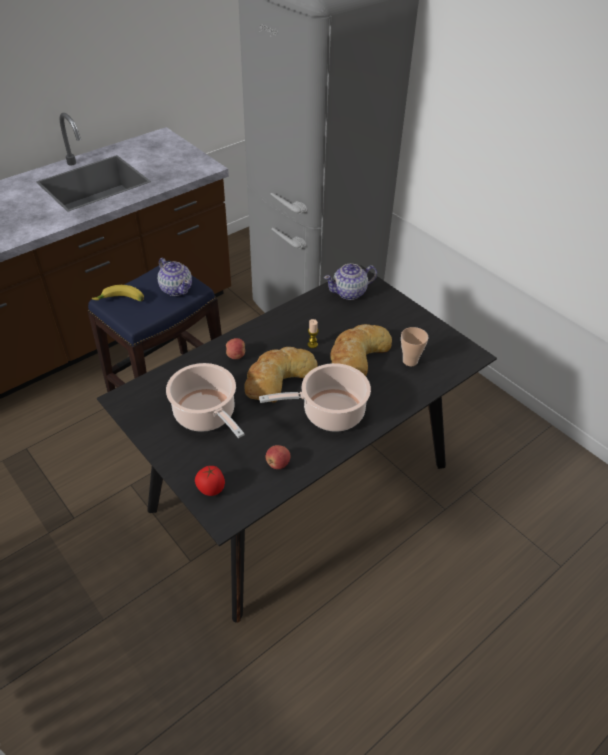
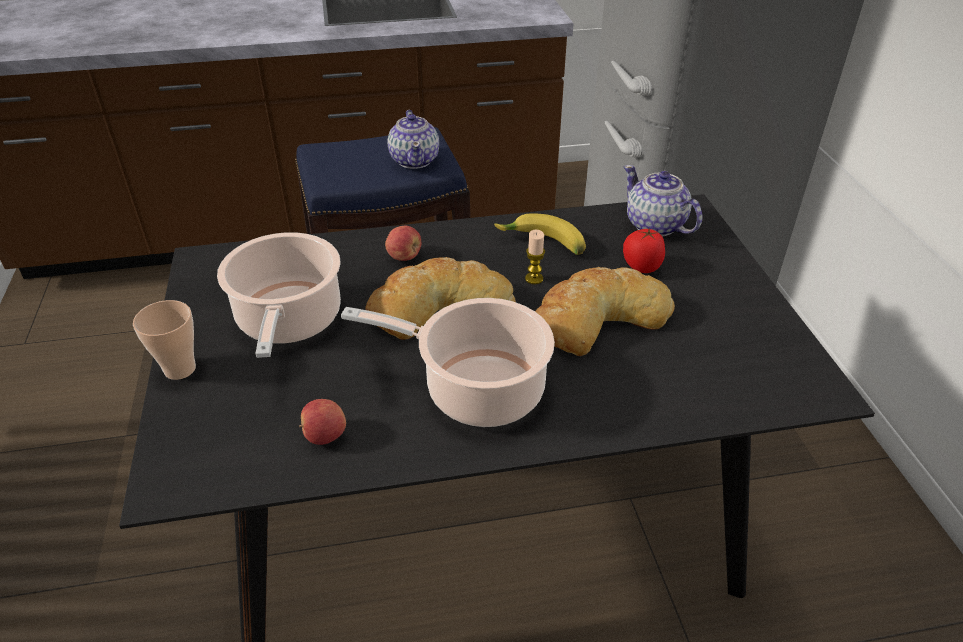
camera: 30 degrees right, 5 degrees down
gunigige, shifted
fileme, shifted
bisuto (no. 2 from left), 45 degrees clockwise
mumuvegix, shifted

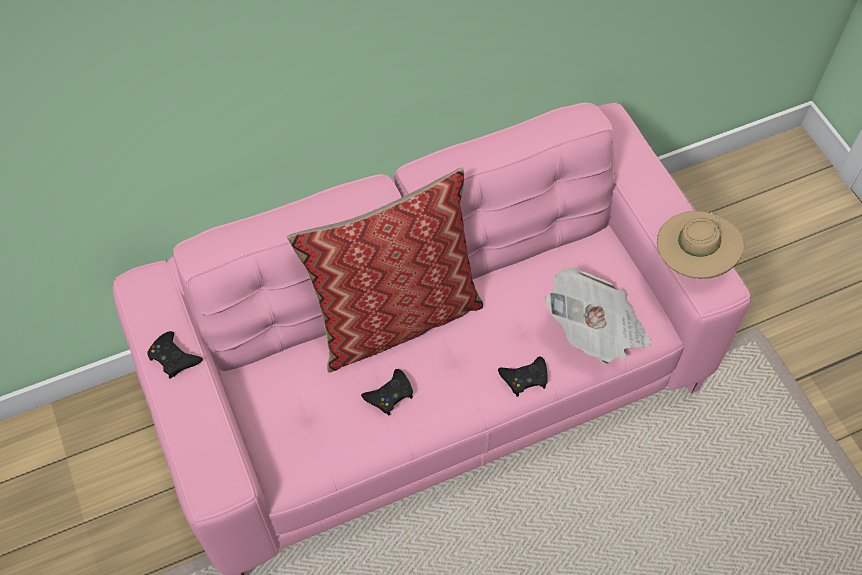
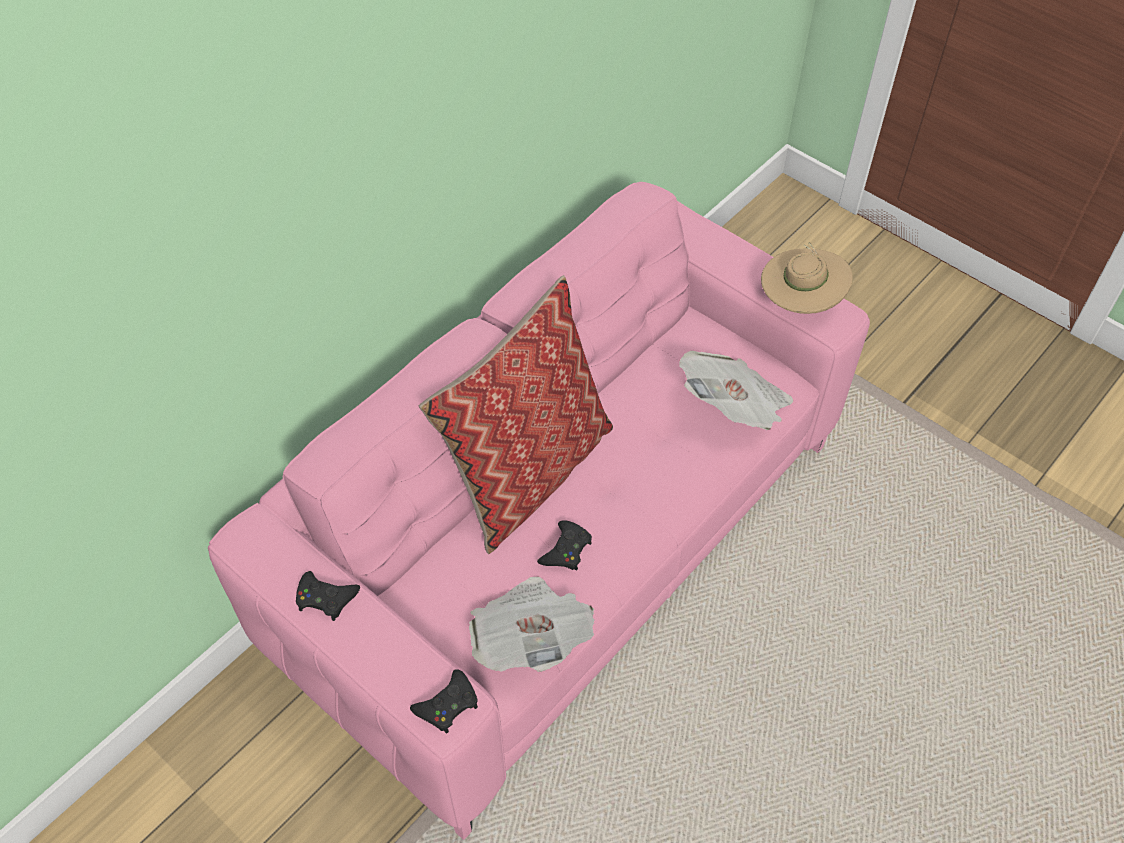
camera: 25 degrees left, 5 degrees down
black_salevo (no. 3 from left in the first image) → black_salevo (no. 2 from left), shifted
- → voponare (no. 1 from left)

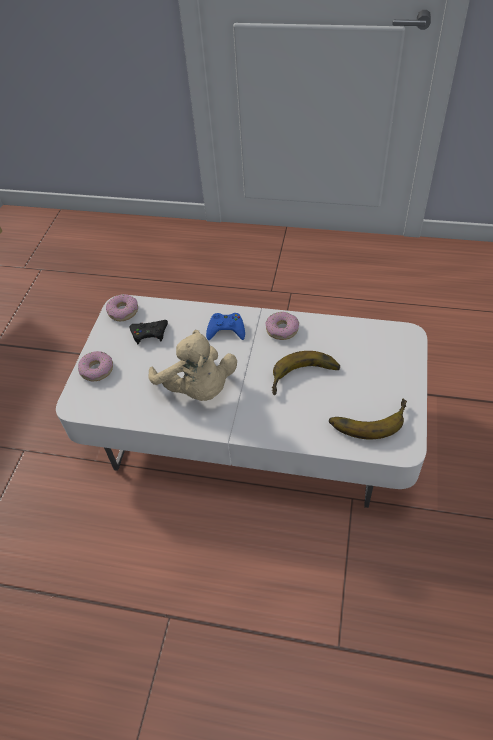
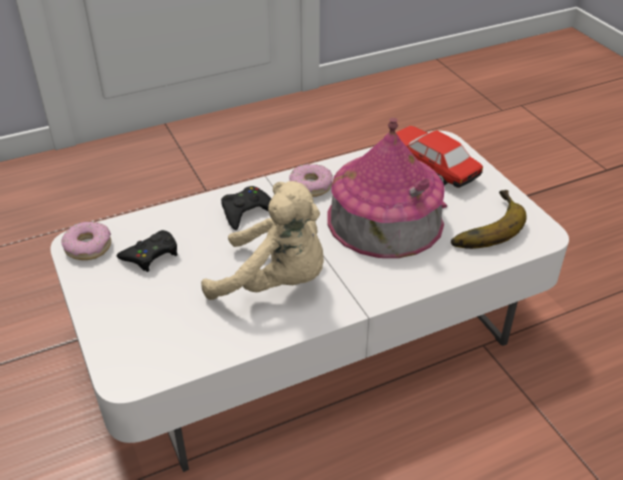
camera: 40 degrees left, 10 degrees down
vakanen (no. 1 from left) → -
blue_salevo → black_salevo (no. 2 from left)
gunigige (no. 1 from left) → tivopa
- → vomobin

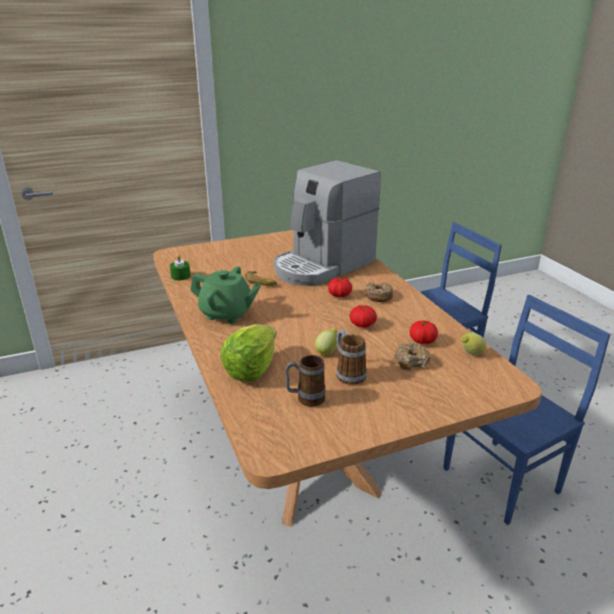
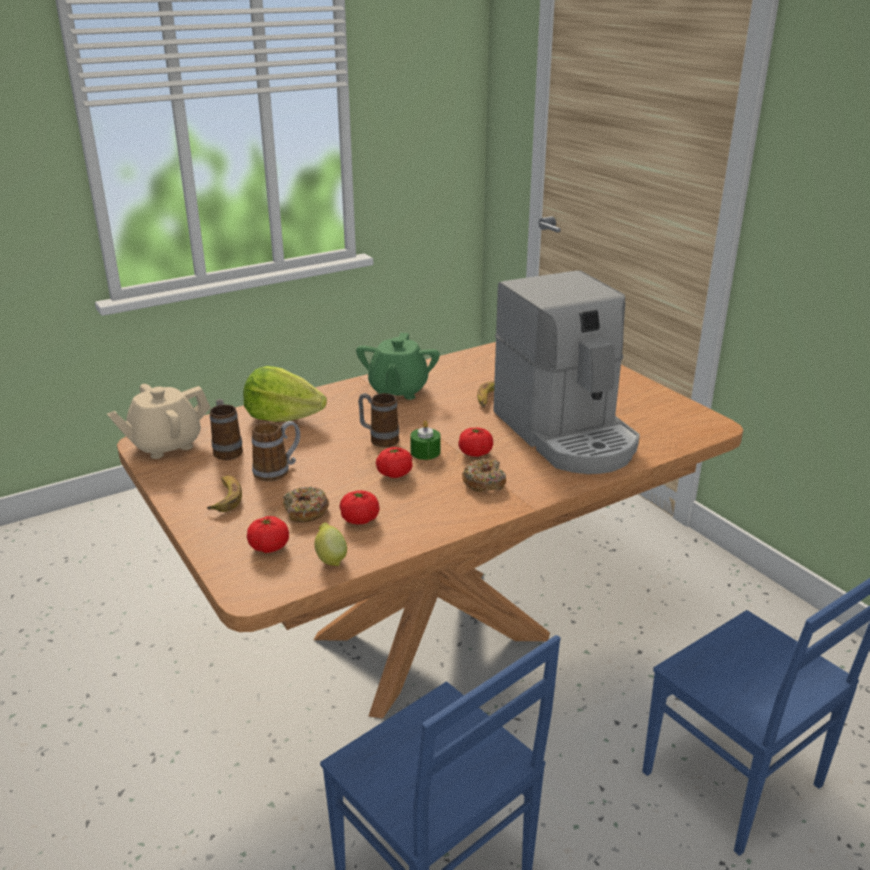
camera: 80 degrees right, 0 degrees up
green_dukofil, shifted
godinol, 150 degrees counterclockwise
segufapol (no. 1 from left) → -
- → beige_bisuto
- → gunigige (no. 1 from left)
- → fileme (no. 1 from left)
- → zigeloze (no. 3 from left)

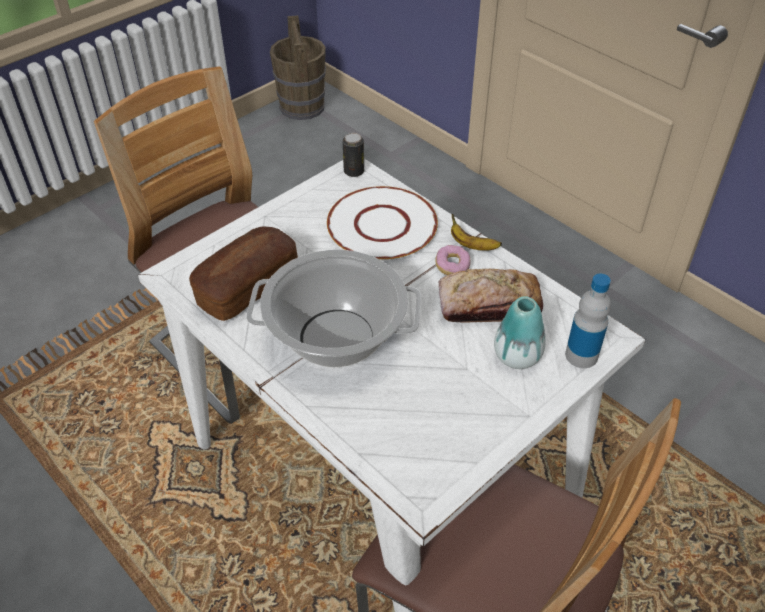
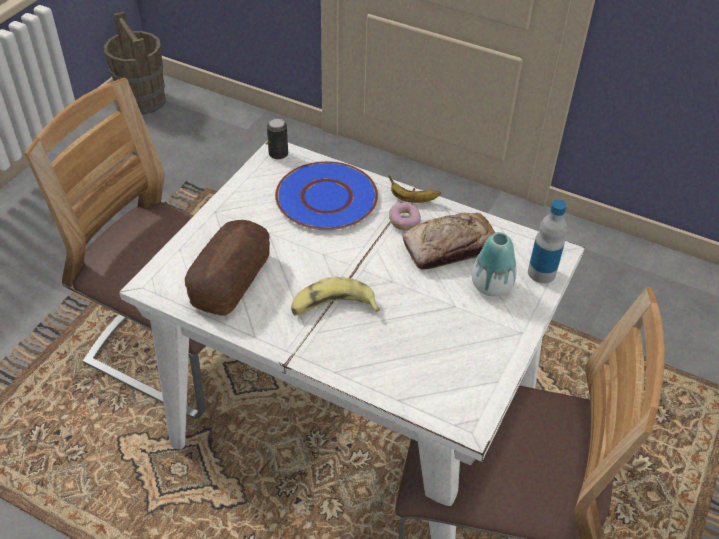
camera: 20 degrees left, 0 degrees up
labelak → gunigige (no. 1 from left)
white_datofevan → blue_datofevan

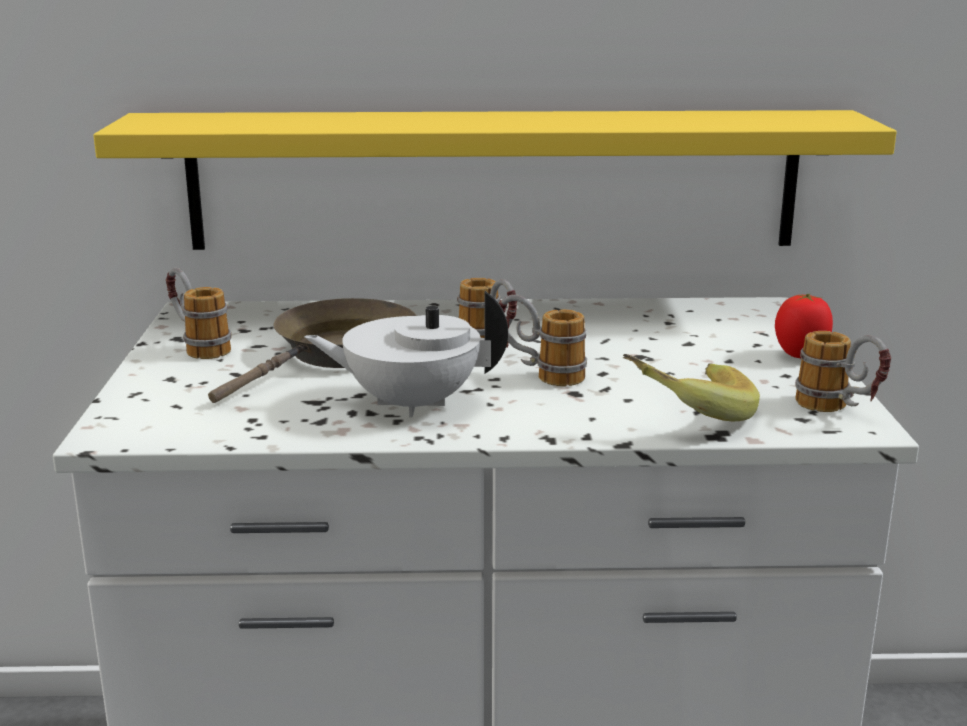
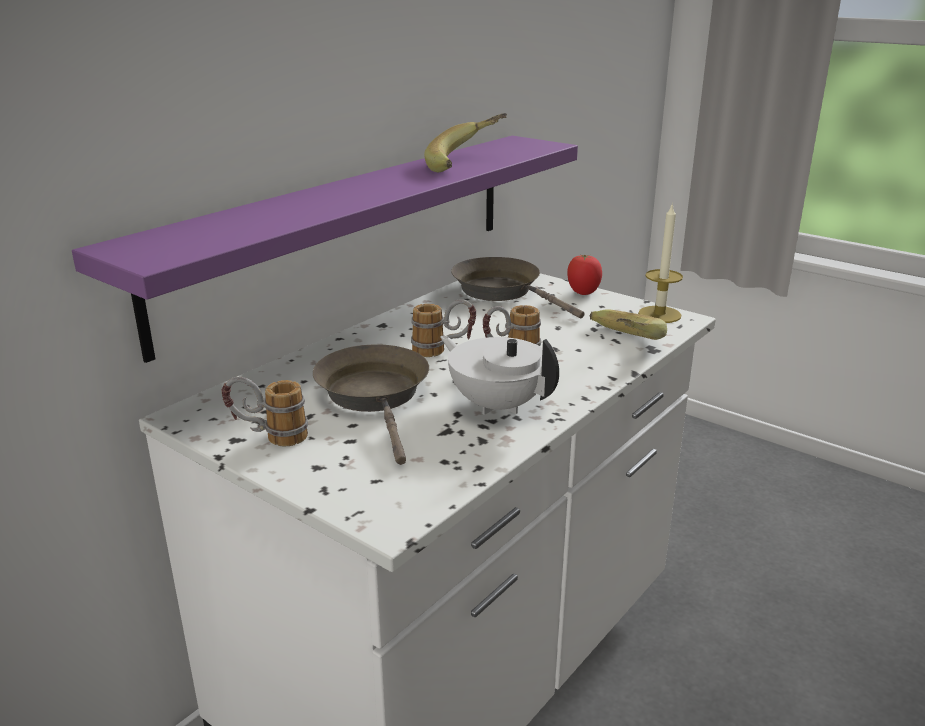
camera: 50 degrees left, 5 degrees up
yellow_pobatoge → purple_pobatoge
white_bisuto, 90 degrees clockwise
zigeloze (no. 4 from left) → dukofil
- → gunigige (no. 1 from left)
- → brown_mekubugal (no. 2 from left)

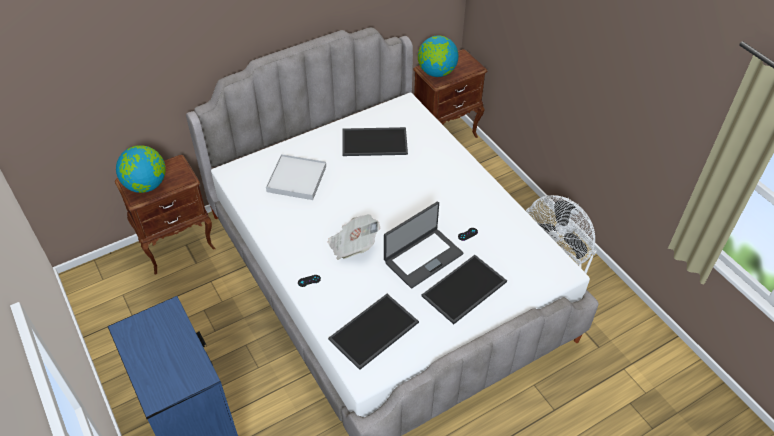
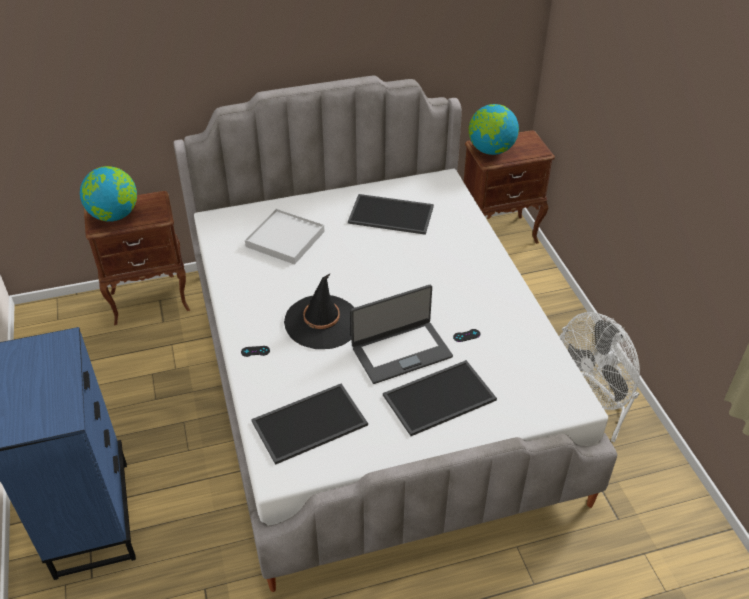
camera: 15 degrees right, 5 degrees down
voponare → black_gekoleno

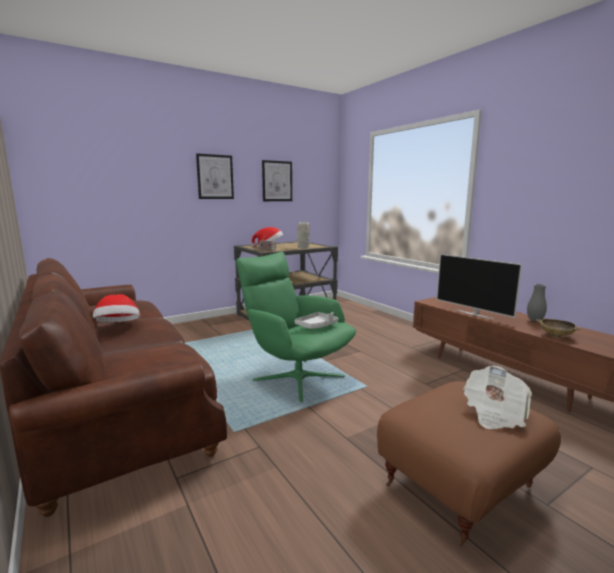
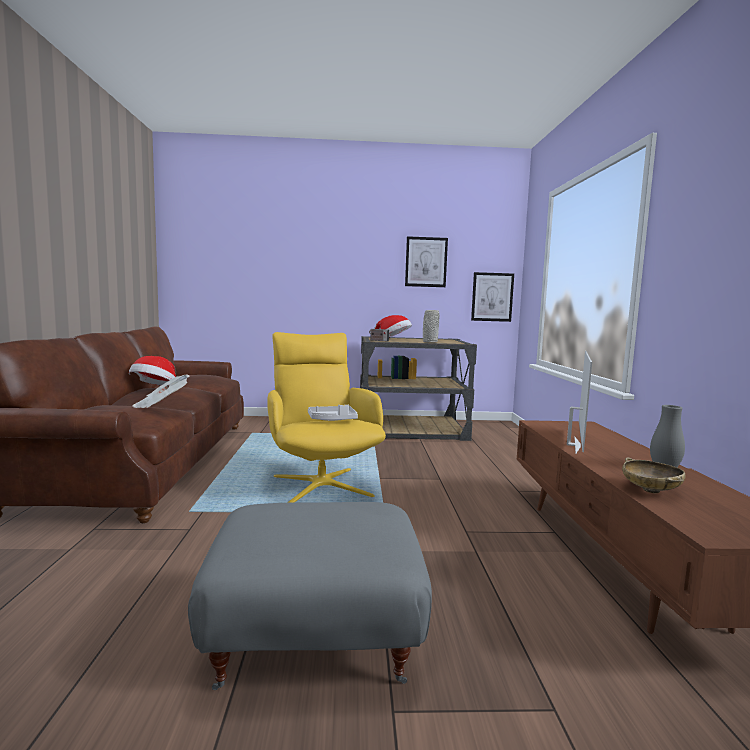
camera: 30 degrees right, 5 degrees down
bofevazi (no. 1 from left in the first image) → bofevazi (no. 2 from left), shifted
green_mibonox → yellow_mibonox
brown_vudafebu → grey_vudafebu
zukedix, 150 degrees counterclockwise
voponare, shifted

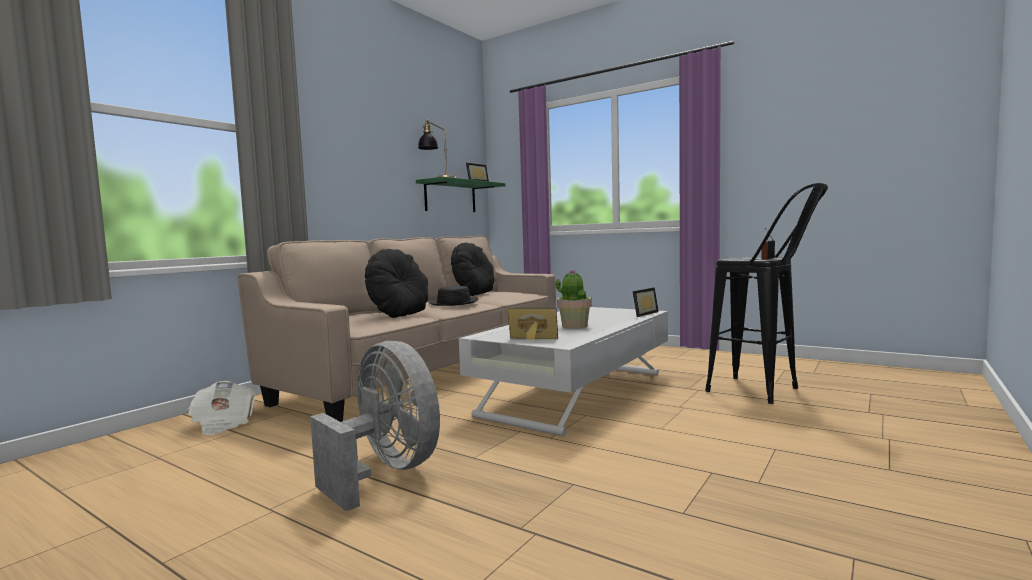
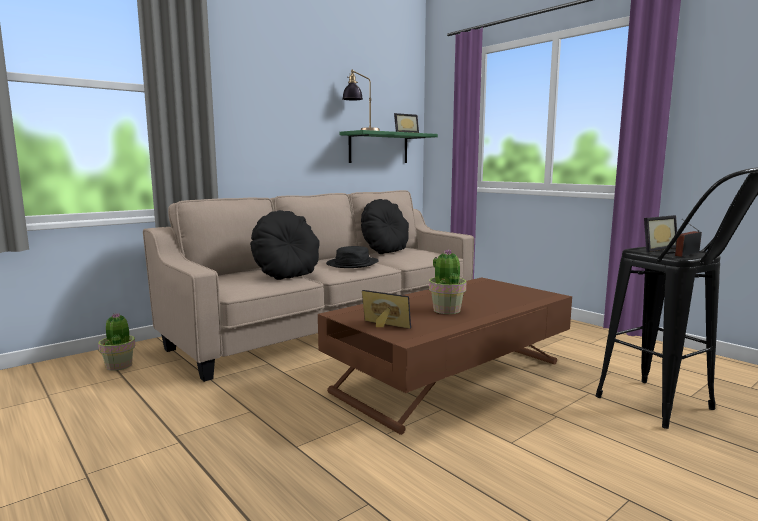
camera: 15 degrees right, 5 degrees up
voponare → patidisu (no. 1 from left)
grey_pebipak → -
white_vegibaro → brown_vegibaro
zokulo (no. 3 from left), shifted

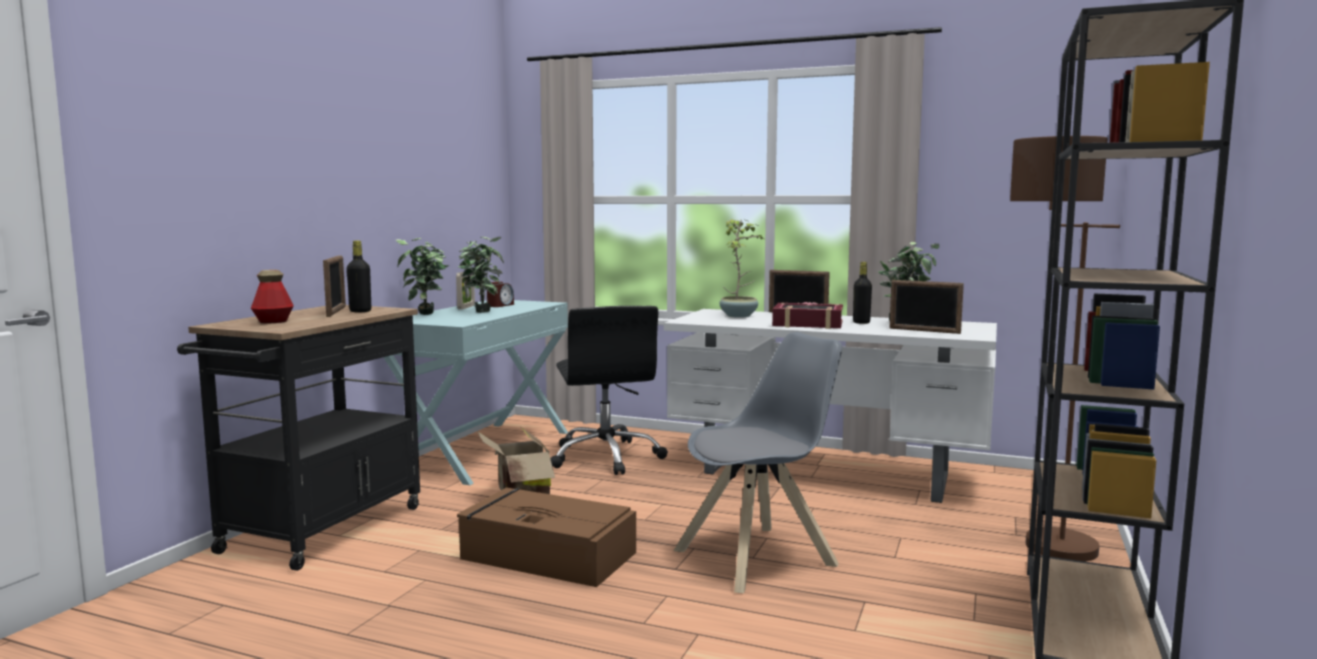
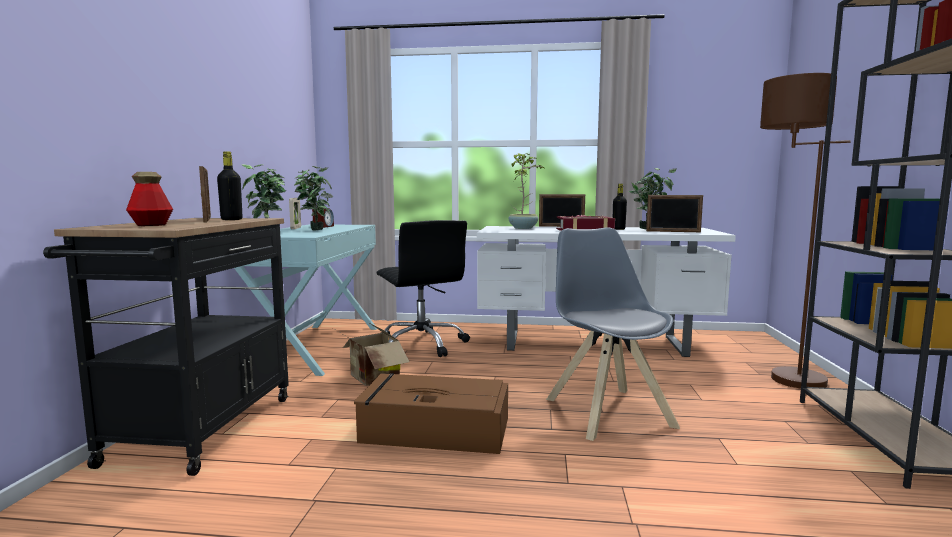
camera: 15 degrees left, 0 degrees up
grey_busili, 60 degrees counterclockwise

